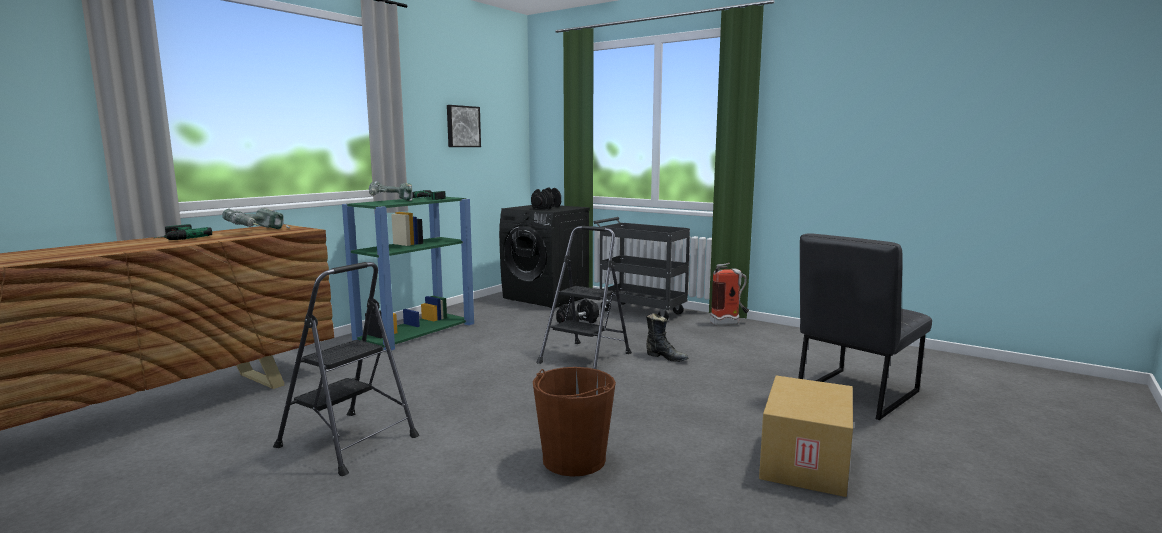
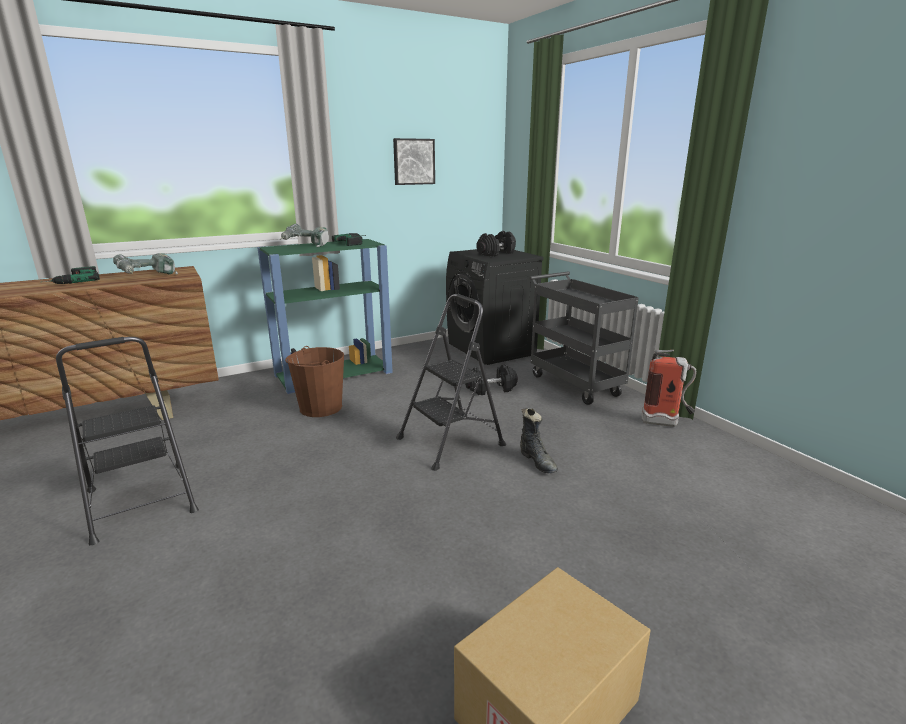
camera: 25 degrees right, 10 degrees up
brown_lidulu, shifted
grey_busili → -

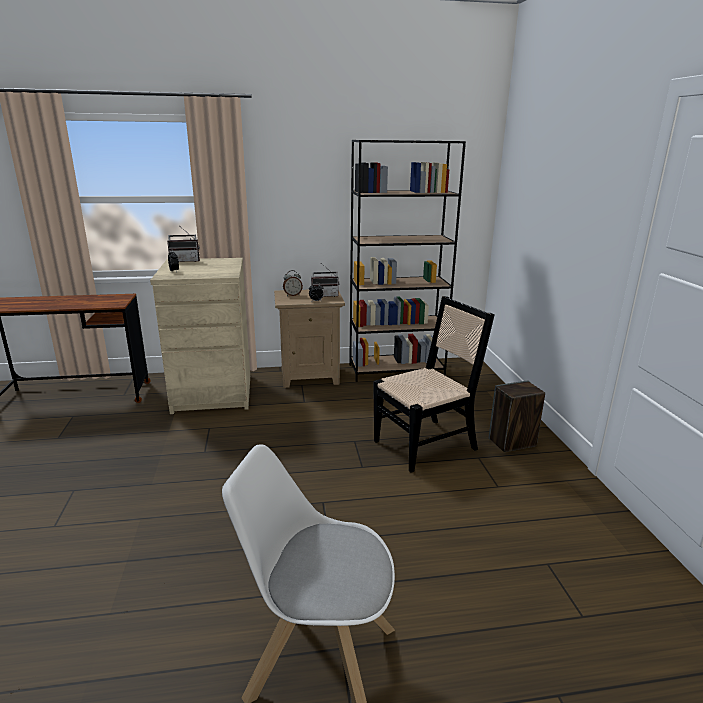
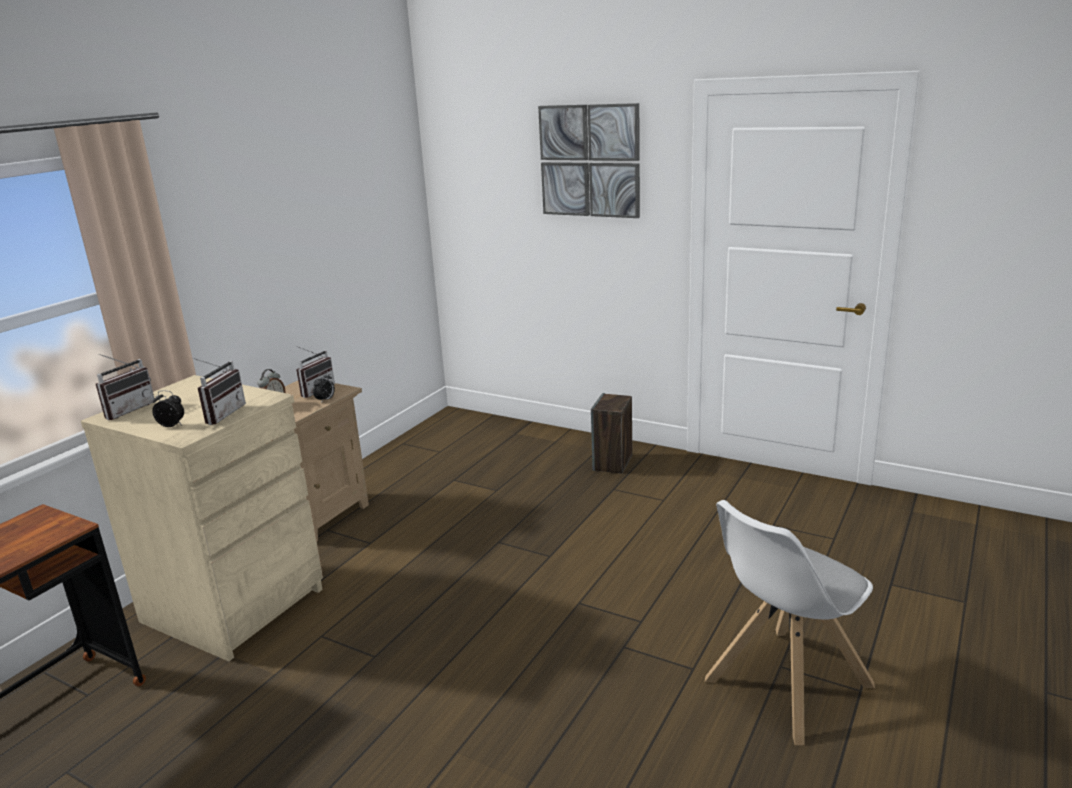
camera: 50 degrees left, 0 degrees up
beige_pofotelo → -
busili (no. 2 from left) → -
- → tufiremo (no. 2 from left)
- → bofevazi

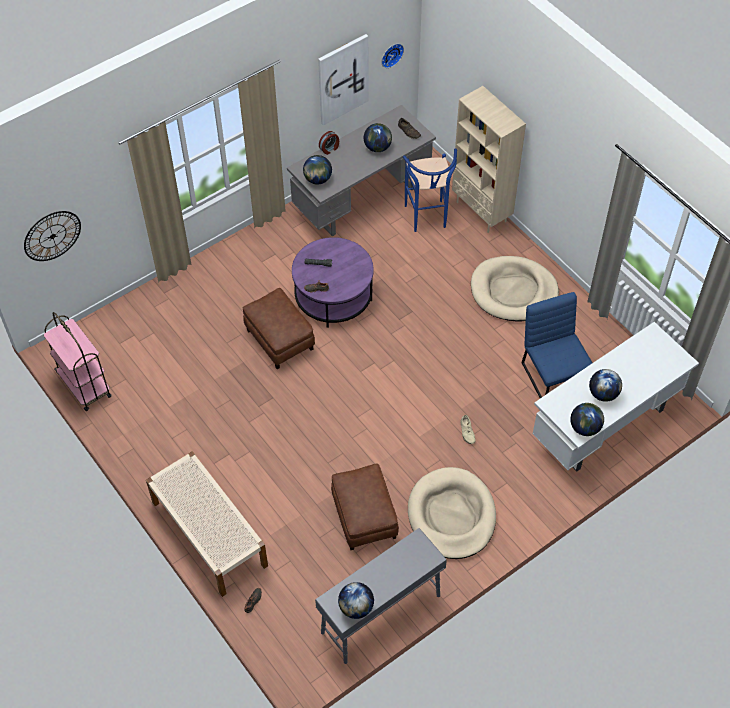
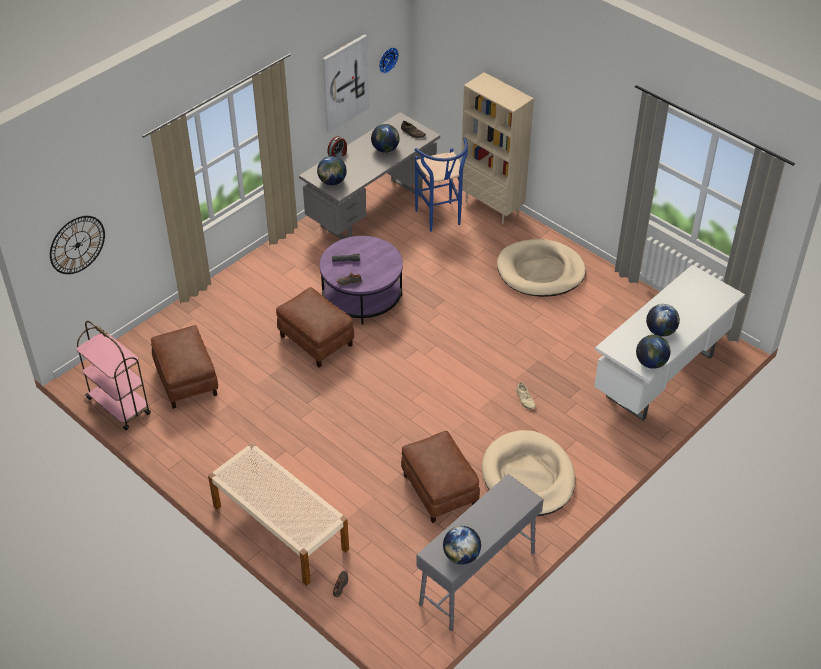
camera: 10 degrees left, 10 degrees down
blue_busili → -
- → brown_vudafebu (no. 1 from left)

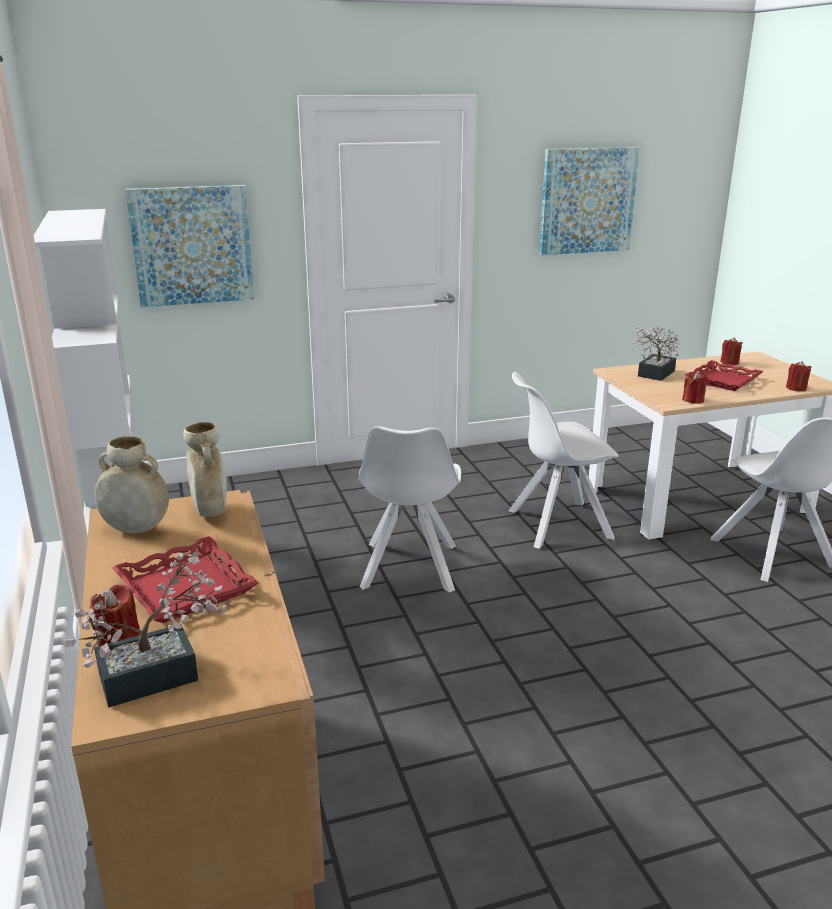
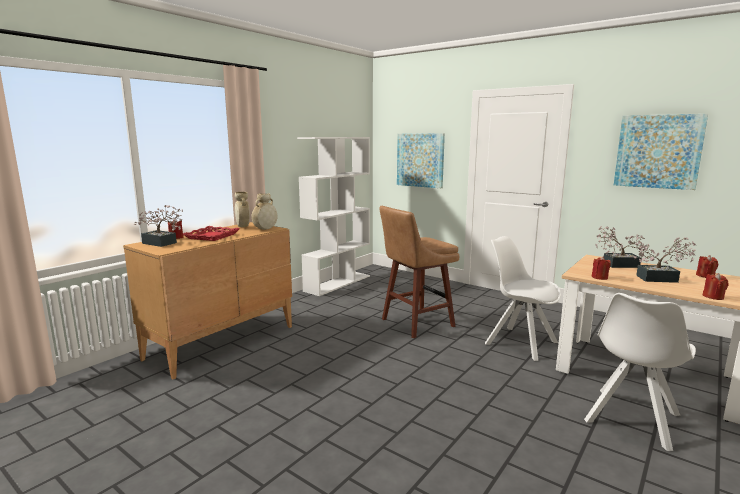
camera: 55 degrees right, 10 degrees down
white_busili (no. 1 from left) → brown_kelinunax
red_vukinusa (no. 2 from left) → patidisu (no. 3 from left)

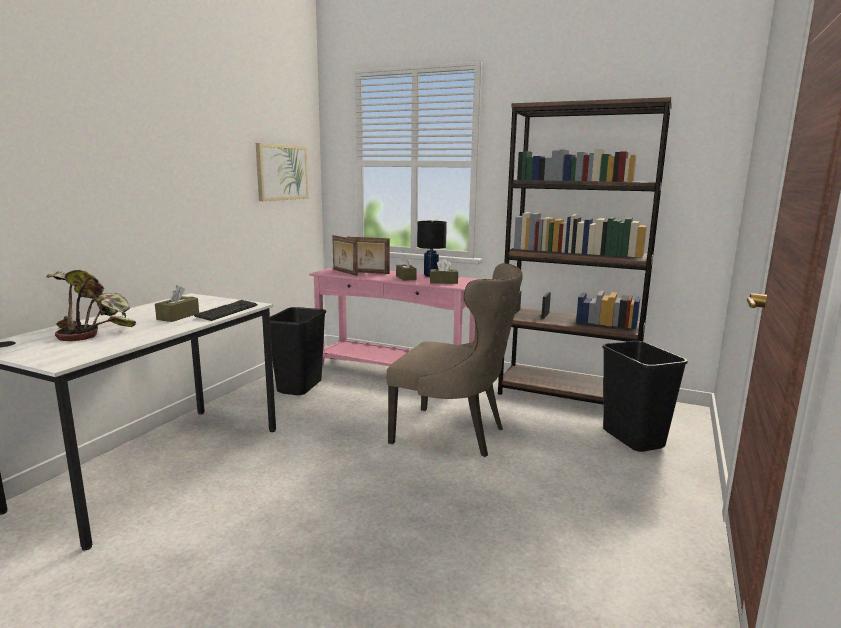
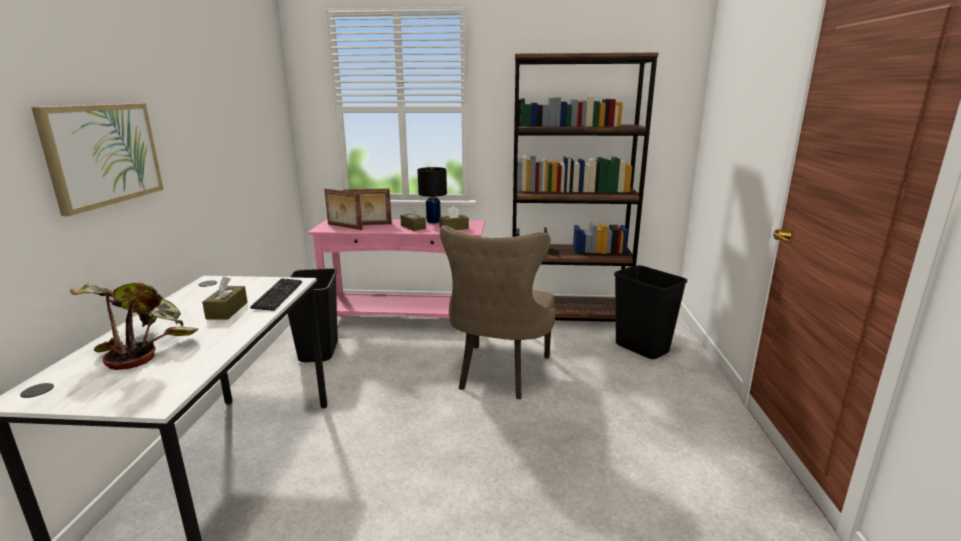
camera: 20 degrees left, 5 degrees up
bofevazi, shifted
beige_busili, 105 degrees clockwise

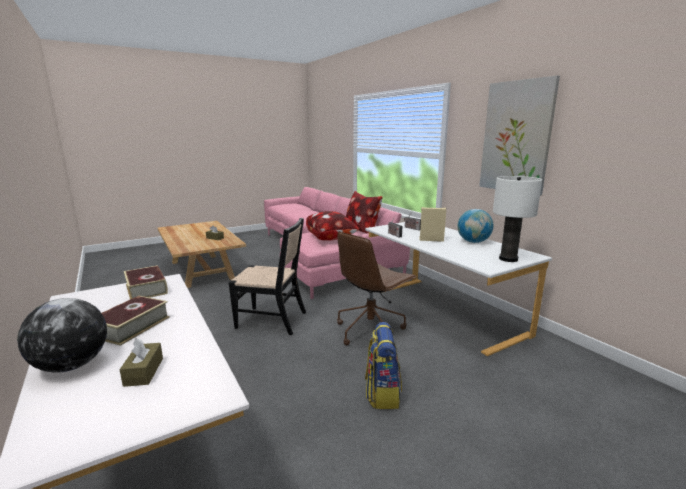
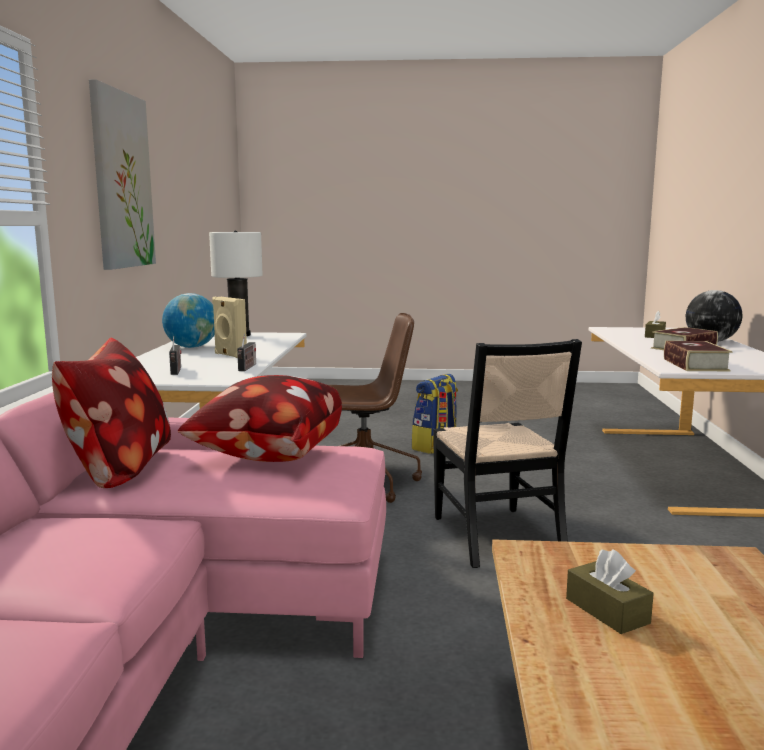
camera: 145 degrees left, 5 degrees down
busili, 150 degrees counterclockwise

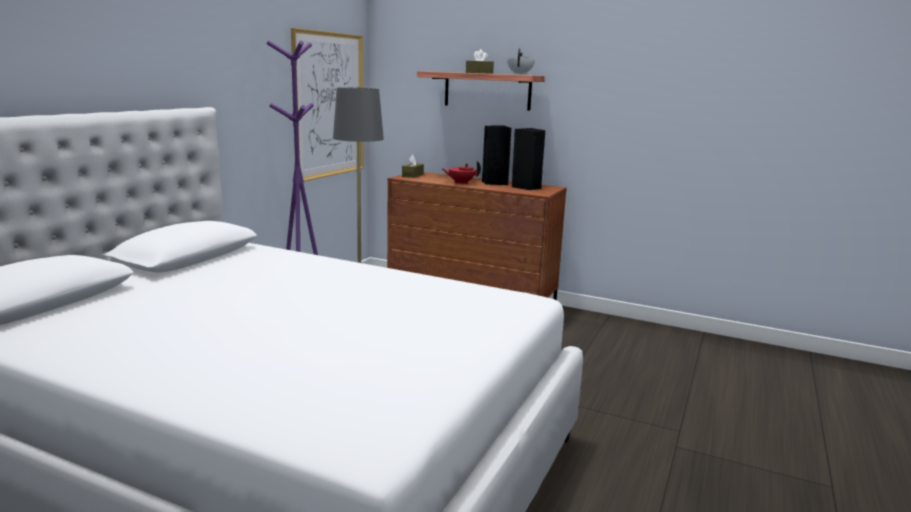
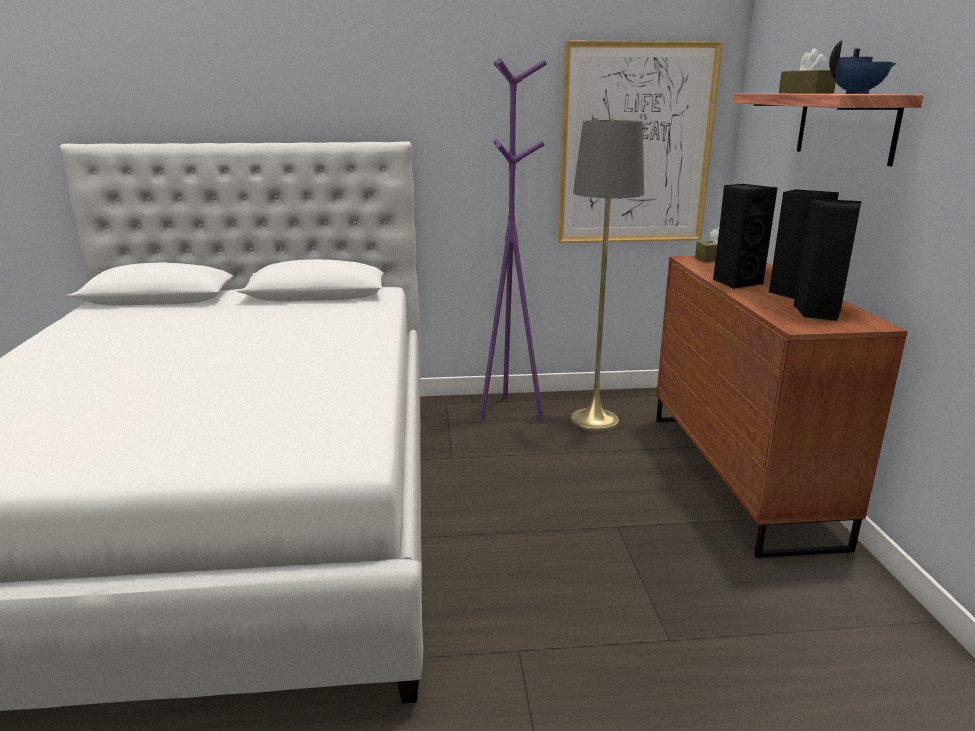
camera: 60 degrees right, 5 degrees up
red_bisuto → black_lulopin (no. 1 from left)
white_bisuto → blue_bisuto

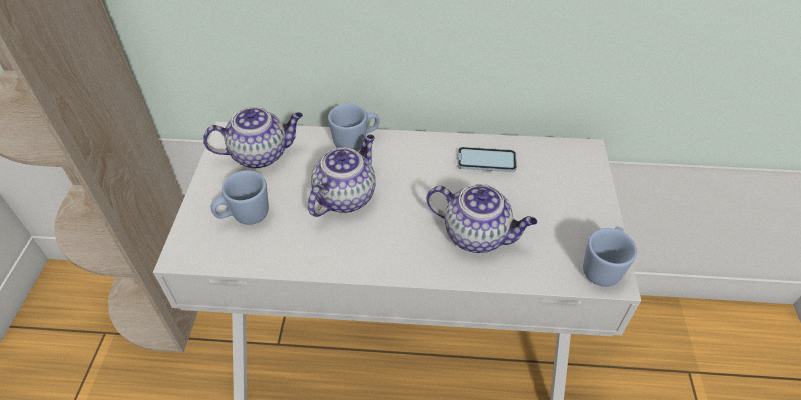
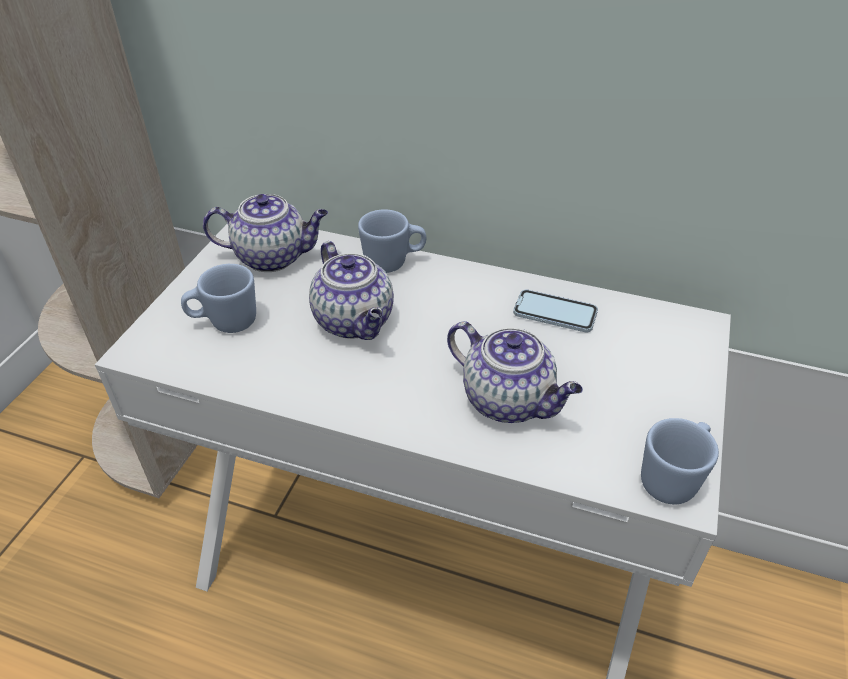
camera: 15 degrees right, 5 degrees down
bisuto (no. 2 from left), 105 degrees clockwise

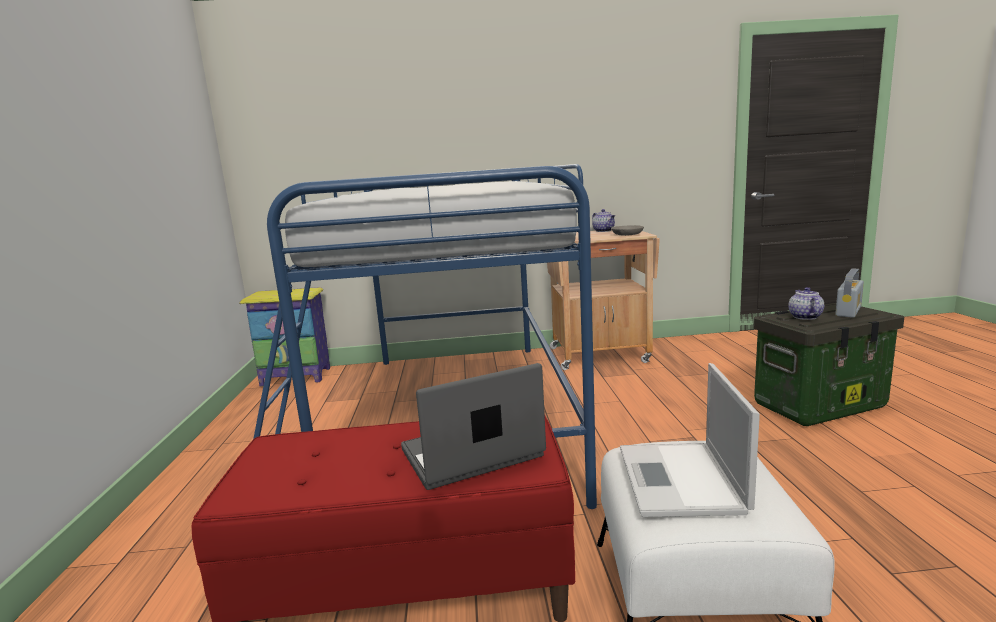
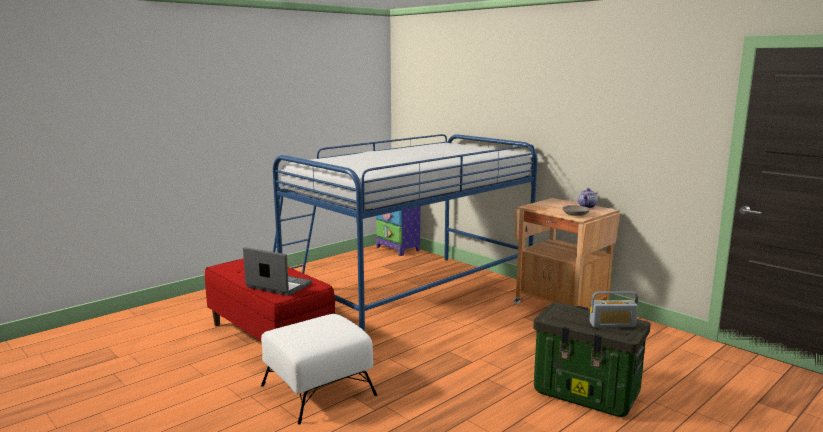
camera: 50 degrees right, 0 degrees up
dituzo (no. 2 from left) → -
bisuto (no. 2 from left) → -

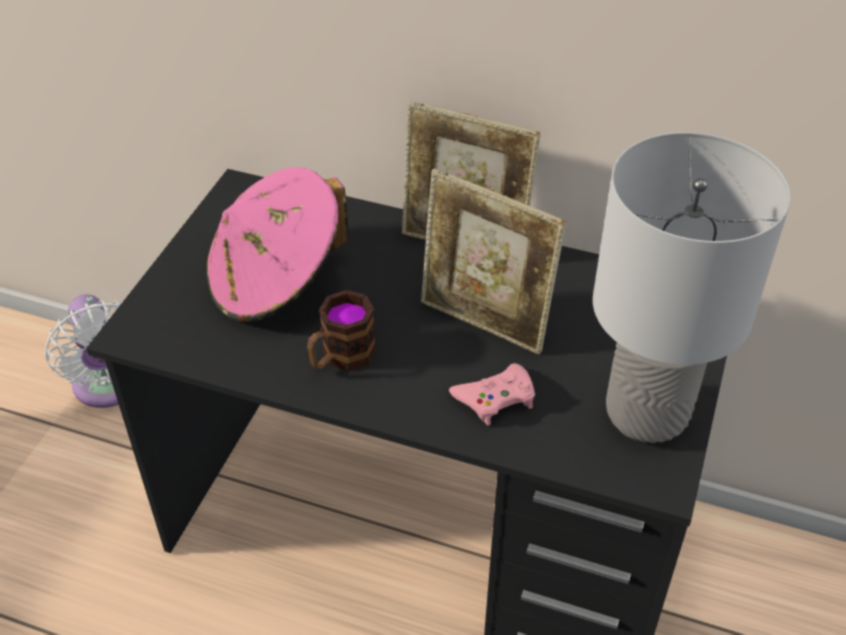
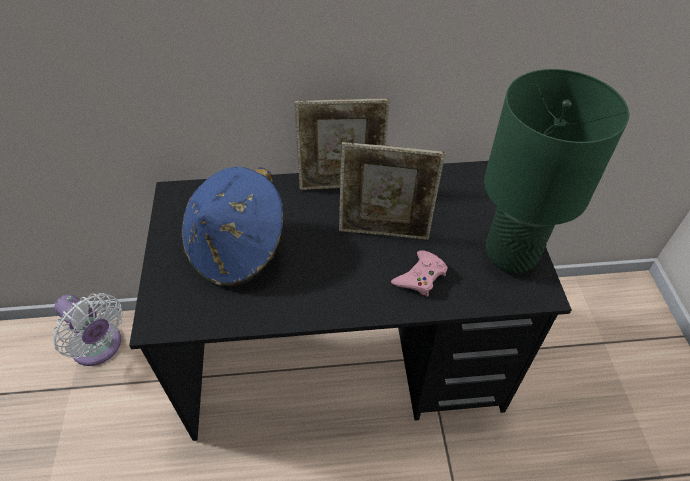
camera: 25 degrees left, 5 degrees up
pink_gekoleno → blue_gekoleno
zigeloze → -
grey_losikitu → green_losikitu

